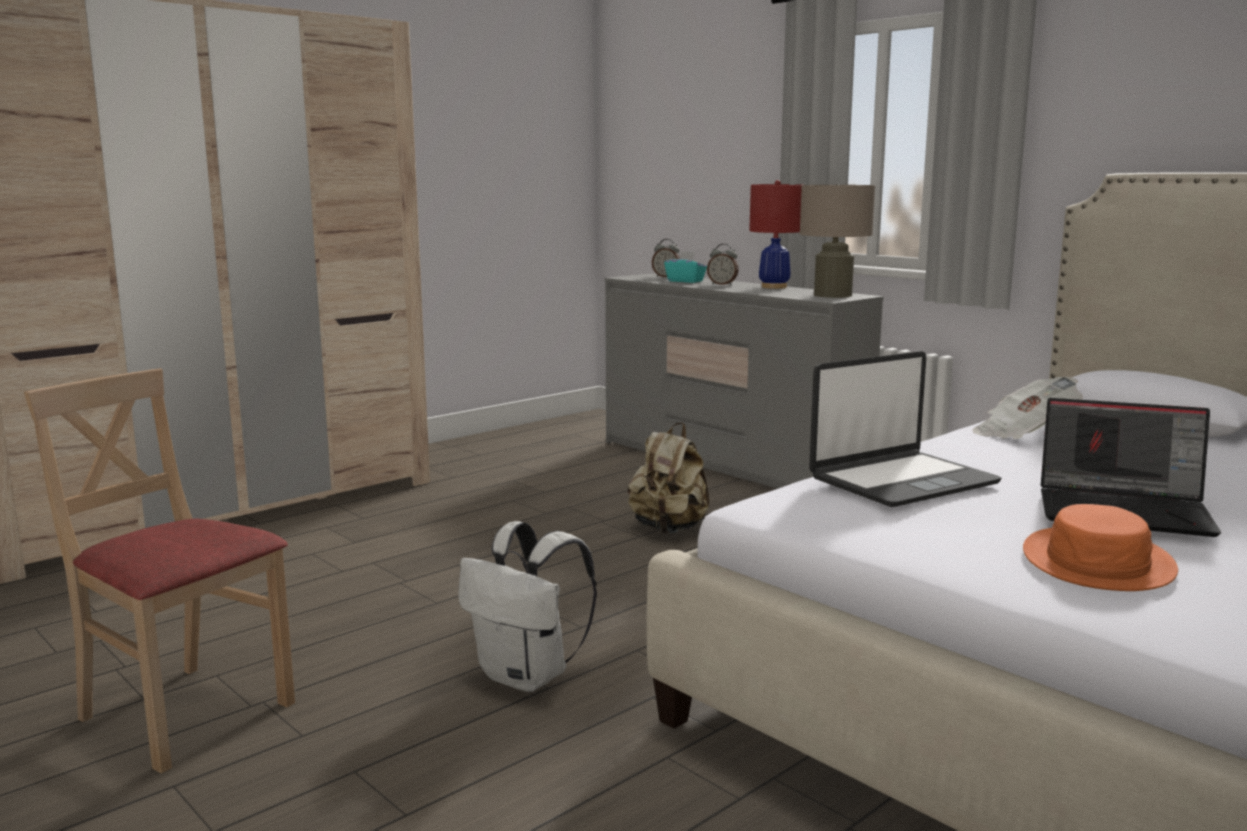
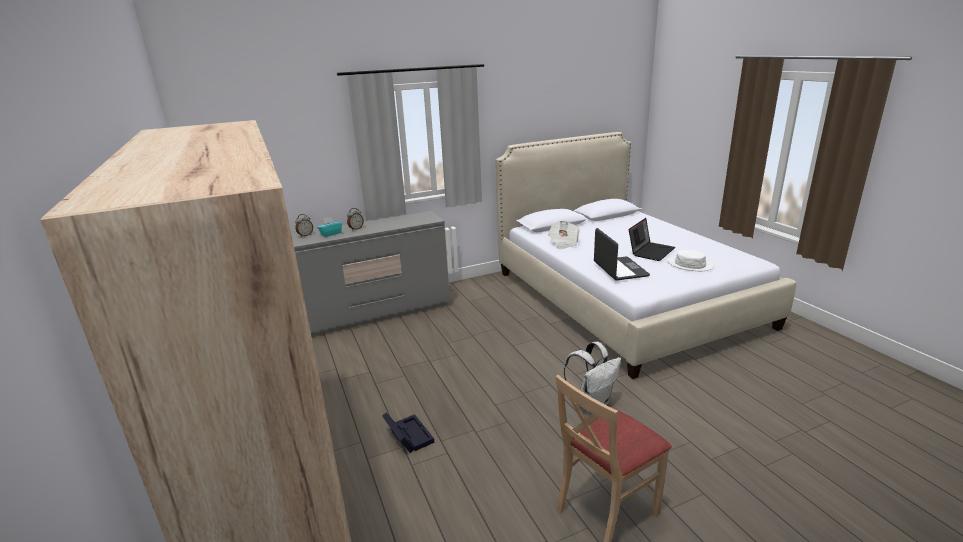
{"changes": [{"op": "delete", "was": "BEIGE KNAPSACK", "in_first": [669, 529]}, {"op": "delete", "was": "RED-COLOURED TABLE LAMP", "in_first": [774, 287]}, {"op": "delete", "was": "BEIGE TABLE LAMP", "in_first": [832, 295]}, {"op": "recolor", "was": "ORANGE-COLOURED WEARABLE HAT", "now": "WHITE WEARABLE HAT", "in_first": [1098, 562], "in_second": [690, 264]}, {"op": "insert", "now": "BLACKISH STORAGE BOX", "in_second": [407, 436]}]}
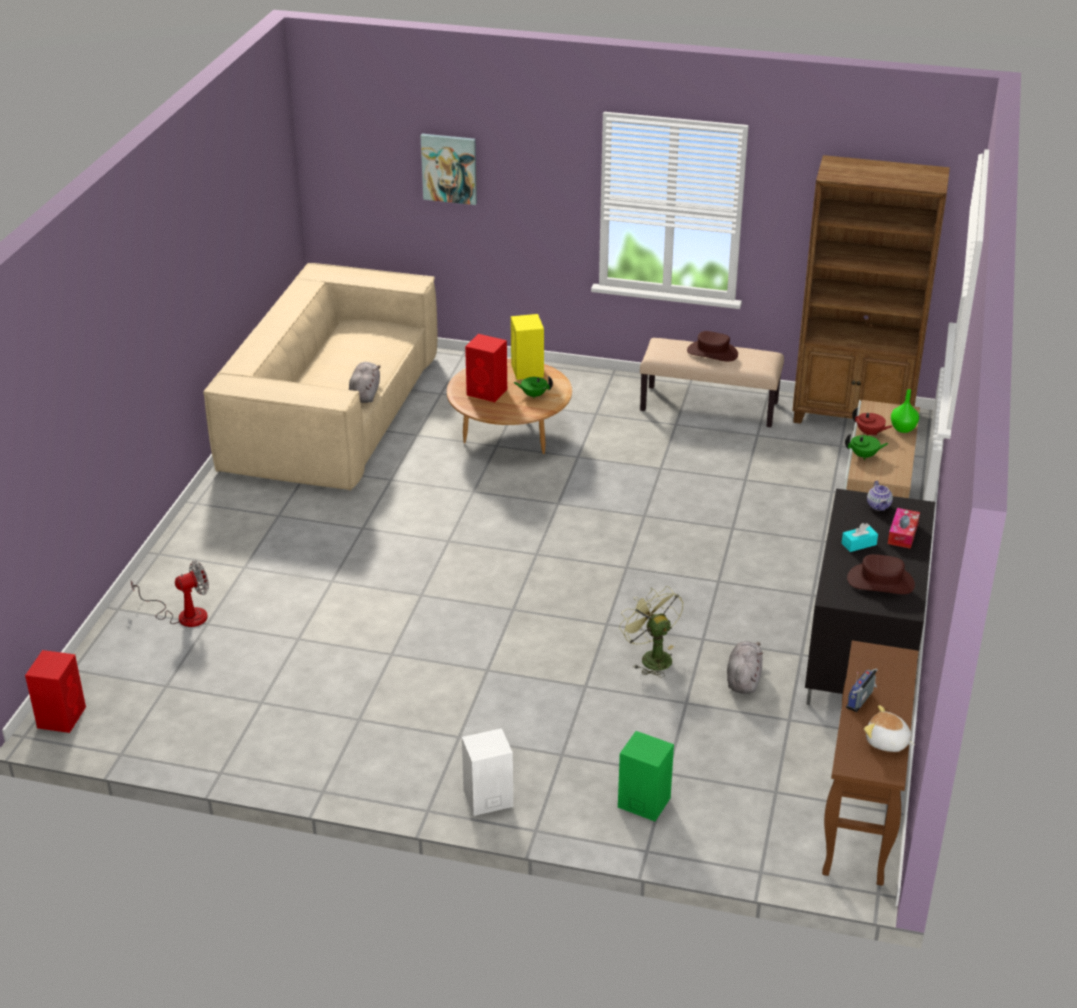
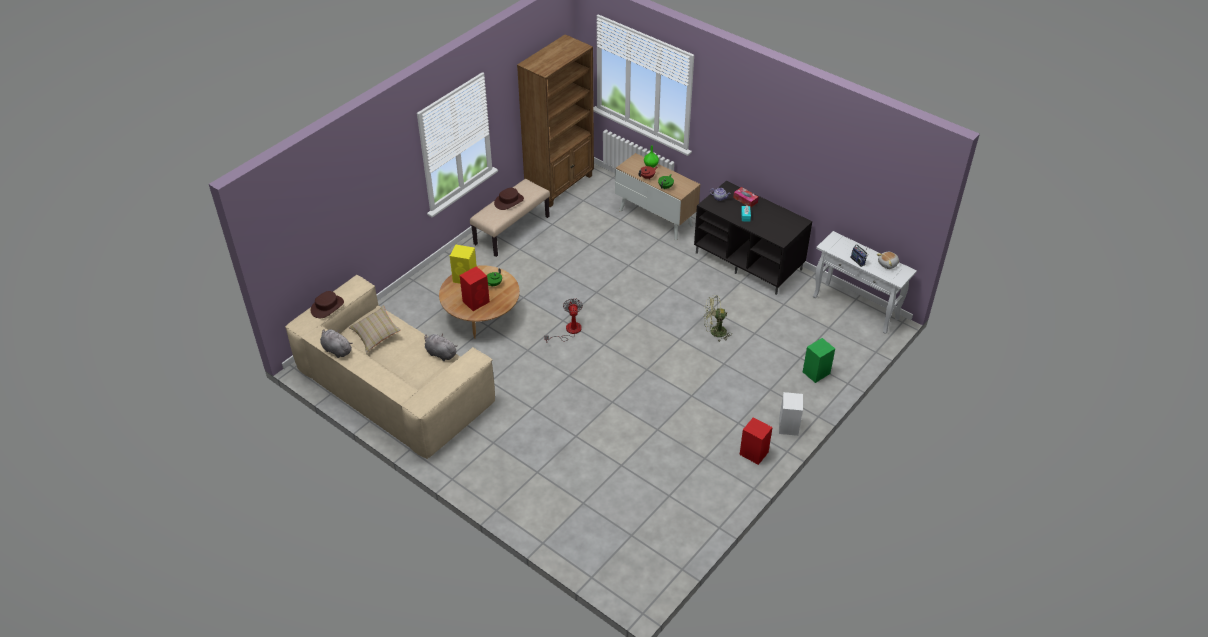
{"changes": [{"op": "move", "was": "RED-COLOURED AUDIO SPEAKER", "in_first": [62, 716], "in_second": [753, 453]}, {"op": "move", "was": "ELECTRIC FAN", "in_first": [183, 615], "in_second": [569, 331]}, {"op": "delete", "was": "WALL PICTURE", "in_first": [449, 168]}, {"op": "move", "was": "GRAY CUDDLY TOY", "in_first": [743, 679], "in_second": [336, 350]}, {"op": "recolor", "was": "BROWN-COLOURED HALL TABLE", "now": "WHITE HALL TABLE", "in_first": [861, 817], "in_second": [856, 308]}, {"op": "move", "was": "BROWN-COLOURED WEARABLE HAT", "in_first": [880, 581], "in_second": [327, 307]}, {"op": "insert", "now": "BEIGE THROW PILLOW", "in_second": [376, 334]}]}
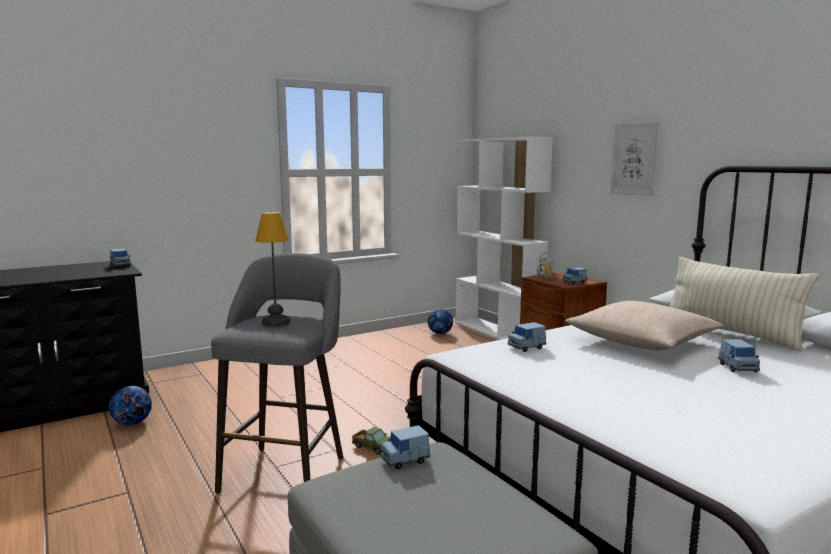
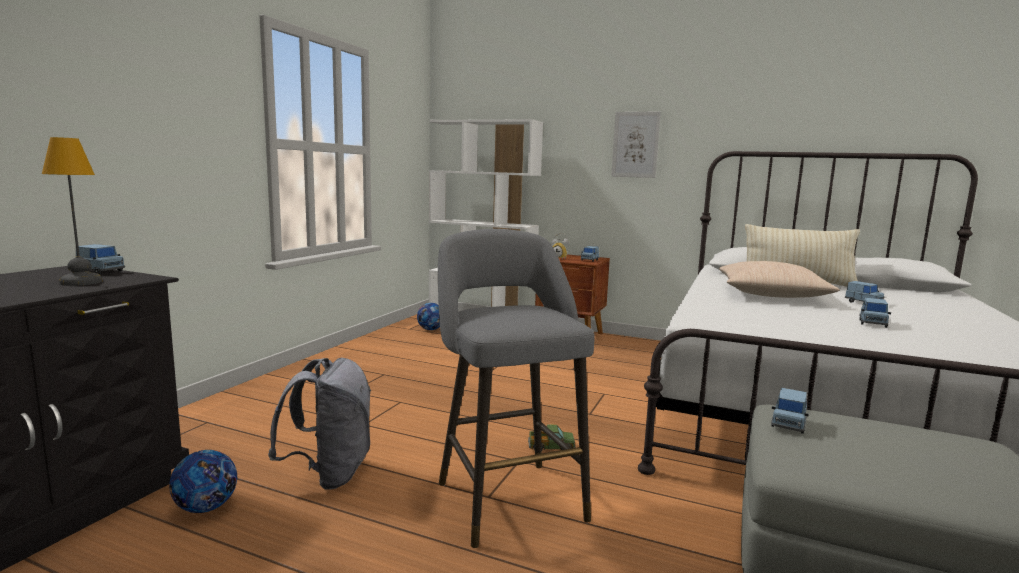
{"changes": [{"op": "move", "was": "TABLE LAMP", "in_first": [276, 322], "in_second": [82, 282]}, {"op": "move", "was": "BLUE MINIATURE CAR", "in_first": [526, 347], "in_second": [872, 323]}, {"op": "insert", "now": "GRAY KNAPSACK", "in_second": [329, 474]}]}
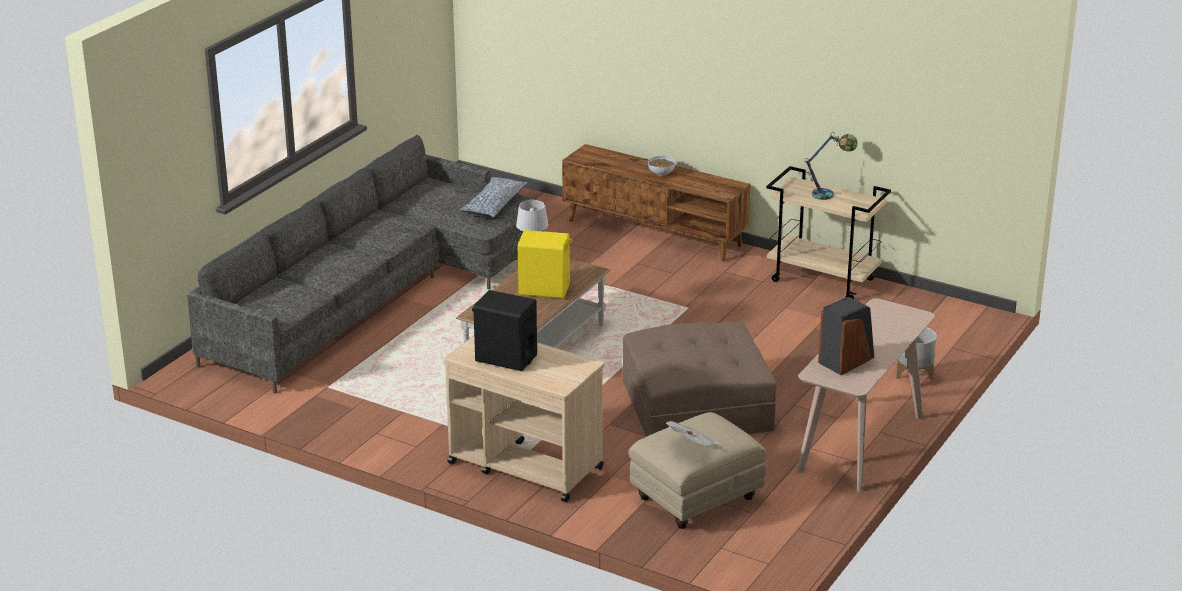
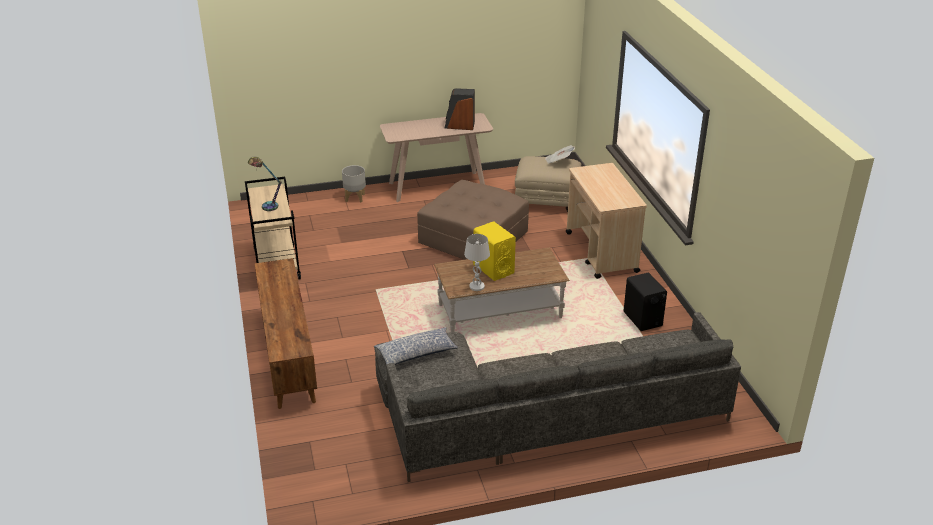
{"changes": [{"op": "move", "was": "BLACKISH AUDIO SPEAKER", "in_first": [505, 358], "in_second": [643, 319]}, {"op": "delete", "was": "BOWL", "in_first": [661, 173]}]}
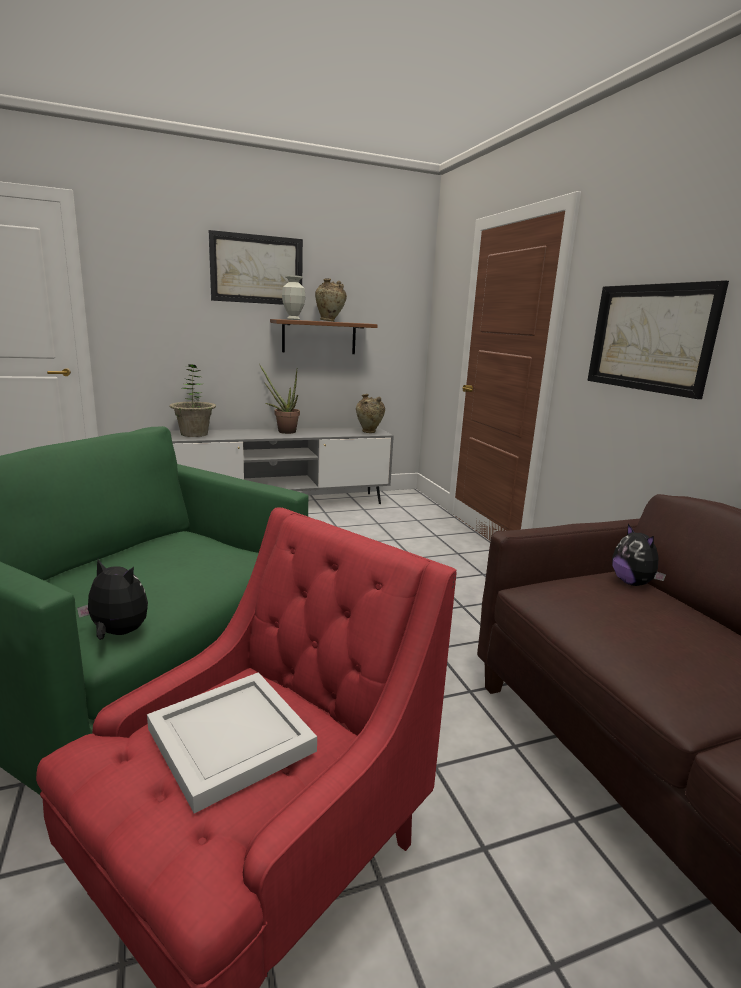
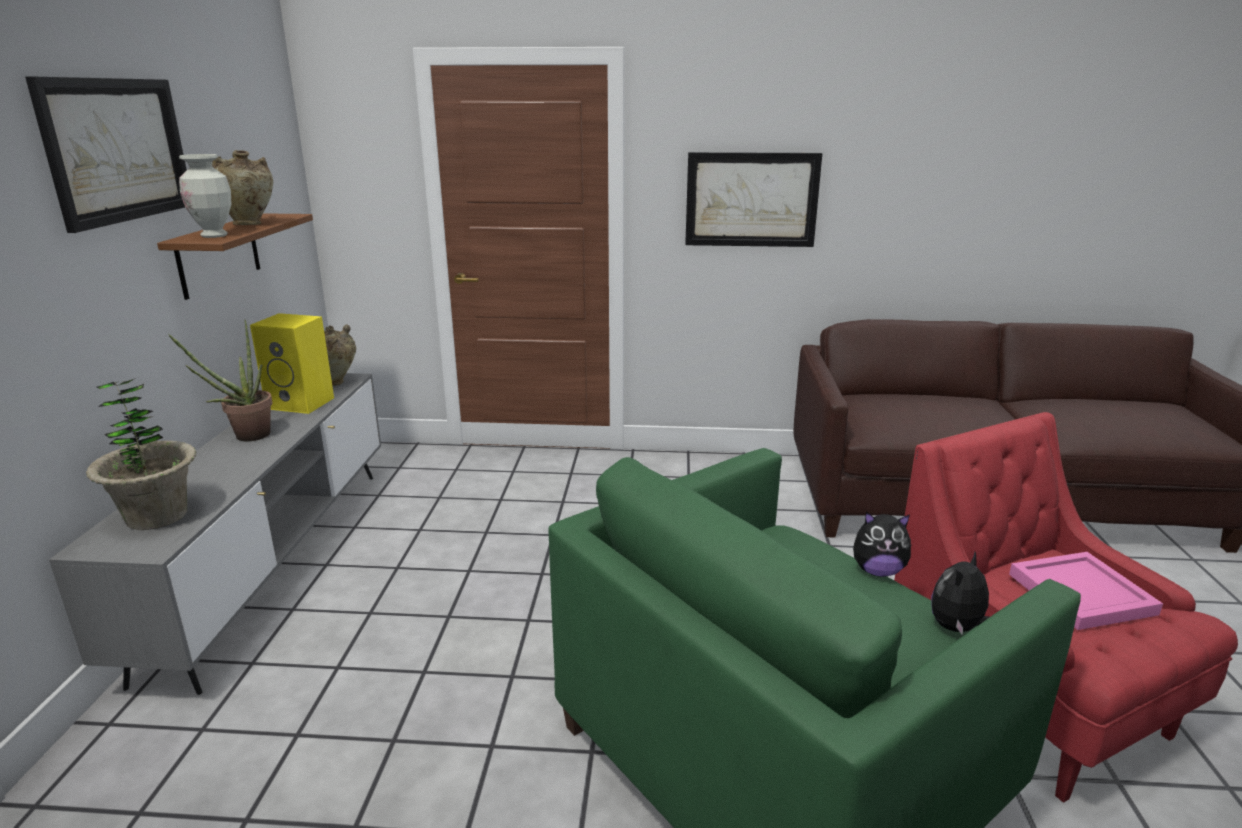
{"changes": [{"op": "recolor", "was": "WHITE SERVING TRAY", "now": "PINK SERVING TRAY", "in_first": [234, 740], "in_second": [1081, 592]}, {"op": "move", "was": "CUDDLY TOY", "in_first": [633, 583], "in_second": [877, 571]}, {"op": "insert", "now": "YELLOWISH AUDIO SPEAKER", "in_second": [302, 403]}]}
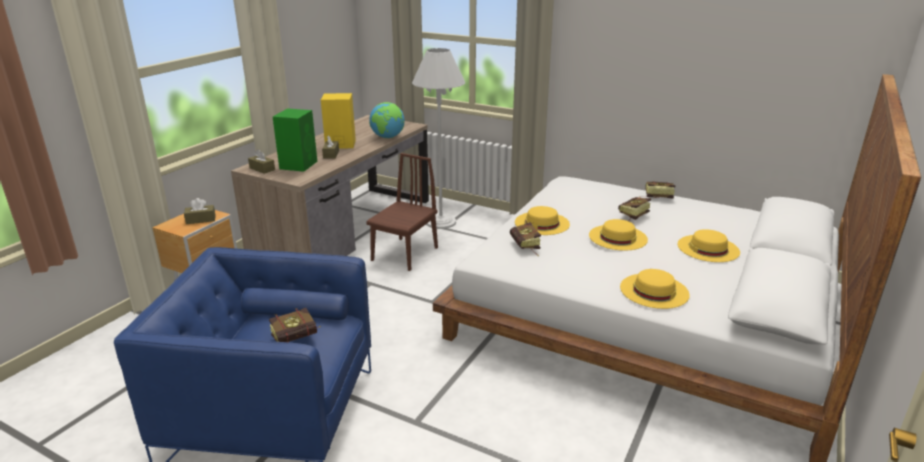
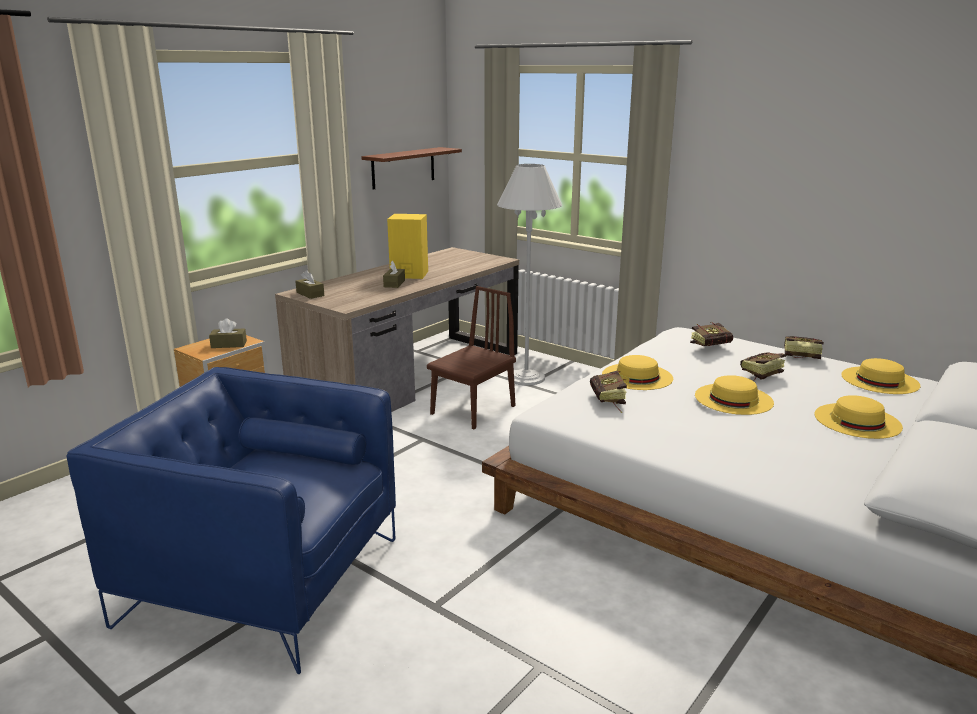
{"changes": [{"op": "move", "was": "VOLUME", "in_first": [299, 337], "in_second": [713, 346]}, {"op": "delete", "was": "GREEN AUDIO SPEAKER", "in_first": [299, 165]}, {"op": "delete", "was": "GLOBE", "in_first": [387, 137]}, {"op": "move", "was": "YELLOWISH WEARABLE HAT", "in_first": [654, 290], "in_second": [879, 380]}, {"op": "insert", "now": "BROWN-COLOURED WALL SHELF", "in_second": [403, 168]}]}
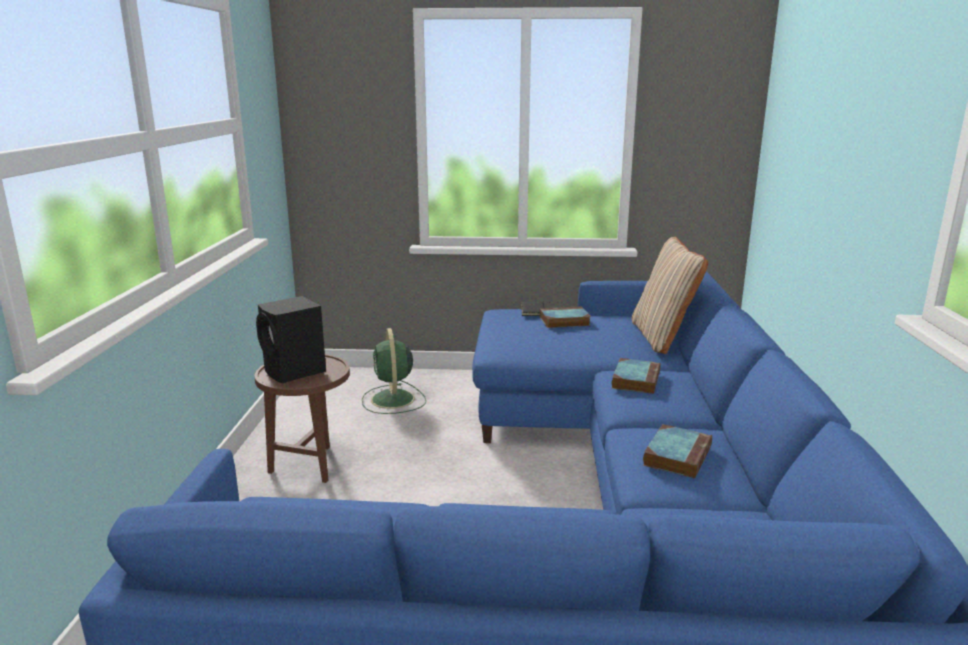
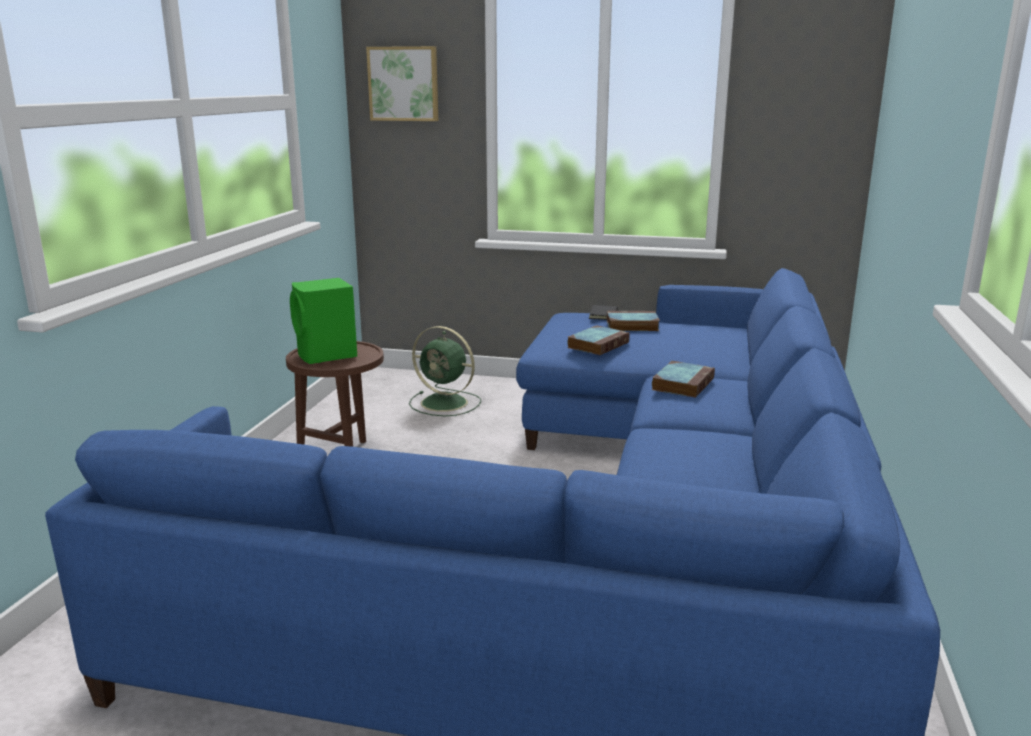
{"changes": [{"op": "recolor", "was": "BLACKISH AUDIO SPEAKER", "now": "GREEN AUDIO SPEAKER", "in_first": [295, 372], "in_second": [327, 355]}, {"op": "rotate", "was": "GREEN ELECTRIC FAN", "in_first": [393, 400], "in_second": [446, 403], "clockwise": -60}, {"op": "delete", "was": "BEIGE THROW PILLOW", "in_first": [663, 337]}, {"op": "move", "was": "VOLUME", "in_first": [677, 455], "in_second": [598, 345]}, {"op": "insert", "now": "WALL PICTURE", "in_second": [404, 84]}]}
